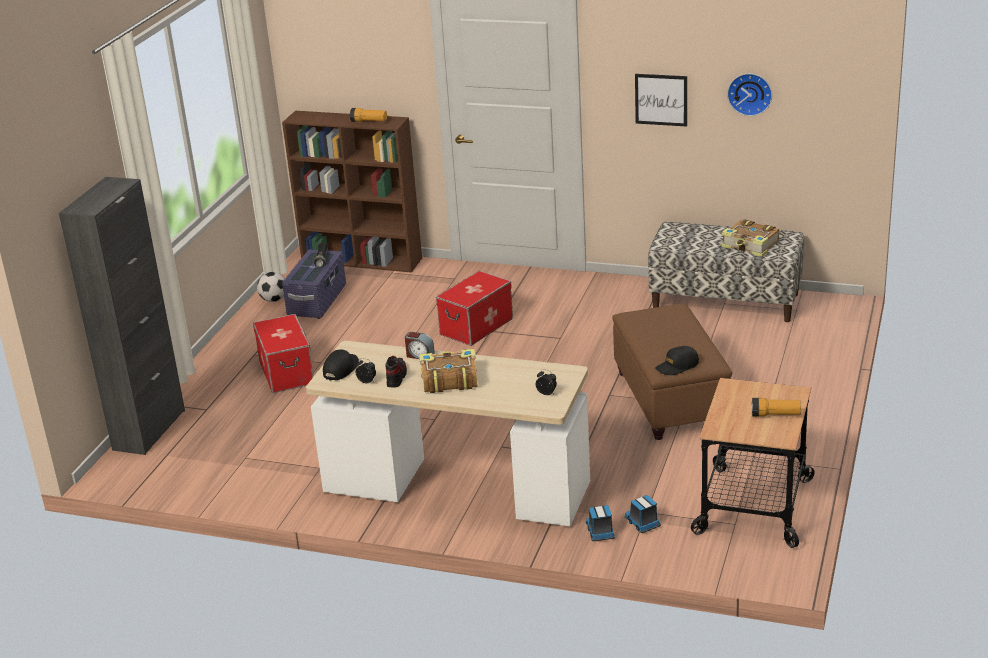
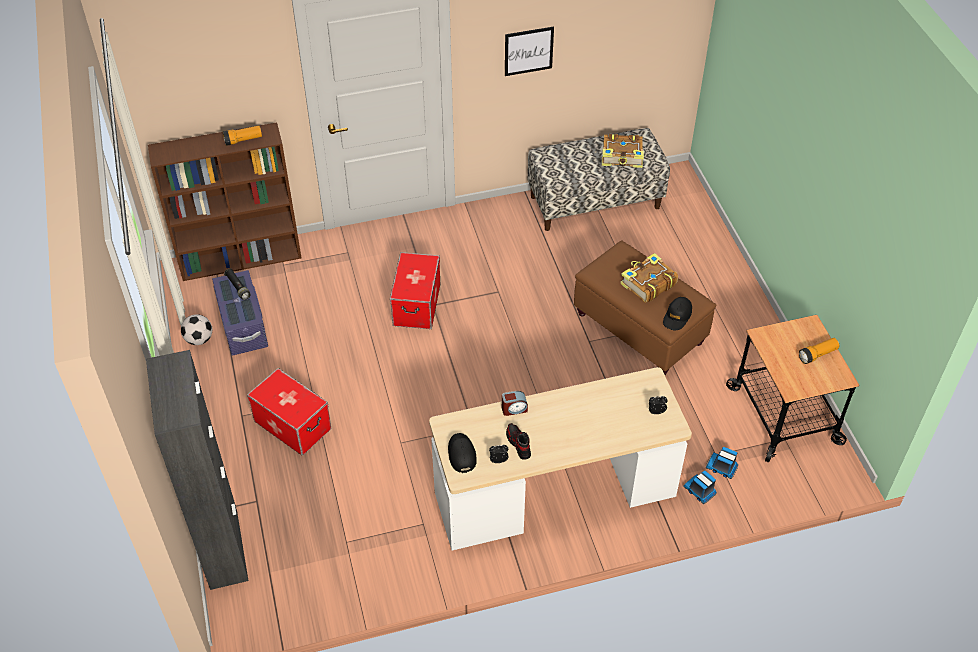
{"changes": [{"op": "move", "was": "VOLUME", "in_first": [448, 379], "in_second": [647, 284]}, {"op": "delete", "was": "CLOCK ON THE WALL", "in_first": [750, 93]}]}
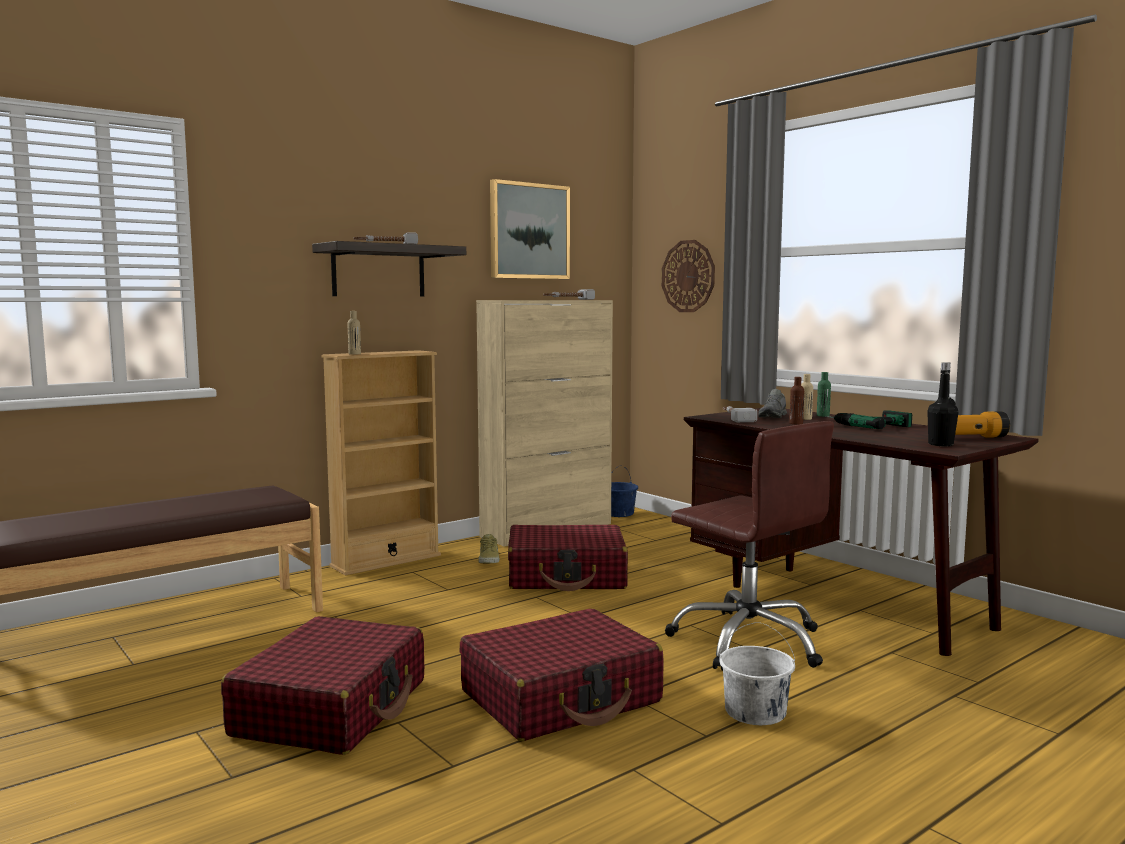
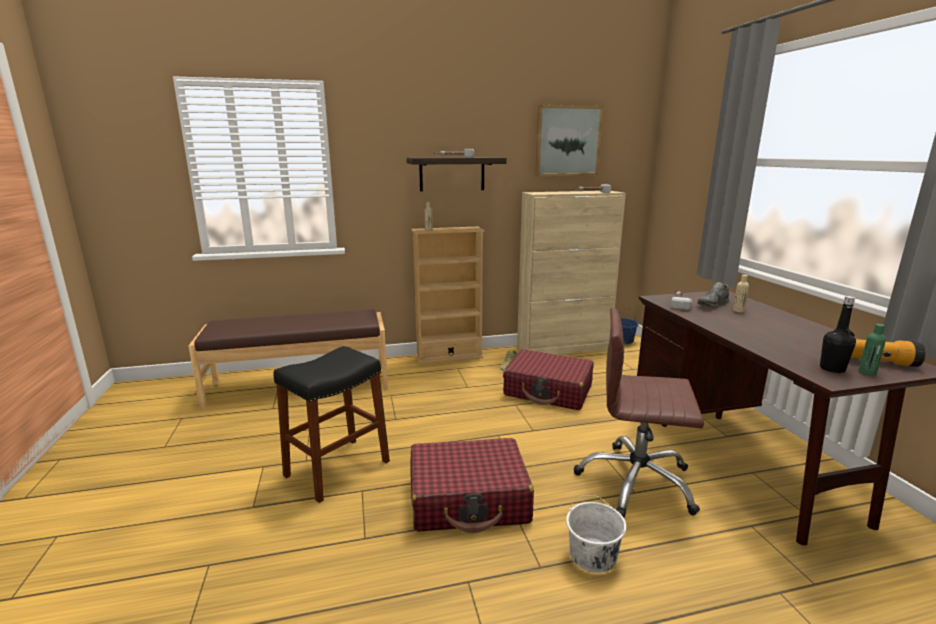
{"changes": [{"op": "replace", "was": "RED-COLOURED TRAVEL CASE", "now": "BLACKISH STOOL", "in_first": [332, 708], "in_second": [337, 468]}, {"op": "delete", "was": "CLOCK ON THE WALL", "in_first": [688, 276]}, {"op": "rotate", "was": "BROWN-COLOURED DESK CHAIR", "in_first": [748, 641], "in_second": [636, 482], "clockwise": 120}, {"op": "delete", "was": "BROWN-COLOURED BOTTLE", "in_first": [796, 423]}, {"op": "move", "was": "GREEN BOTTLE", "in_first": [823, 416], "in_second": [867, 372]}, {"op": "delete", "was": "POWER DRILL", "in_first": [865, 425]}]}
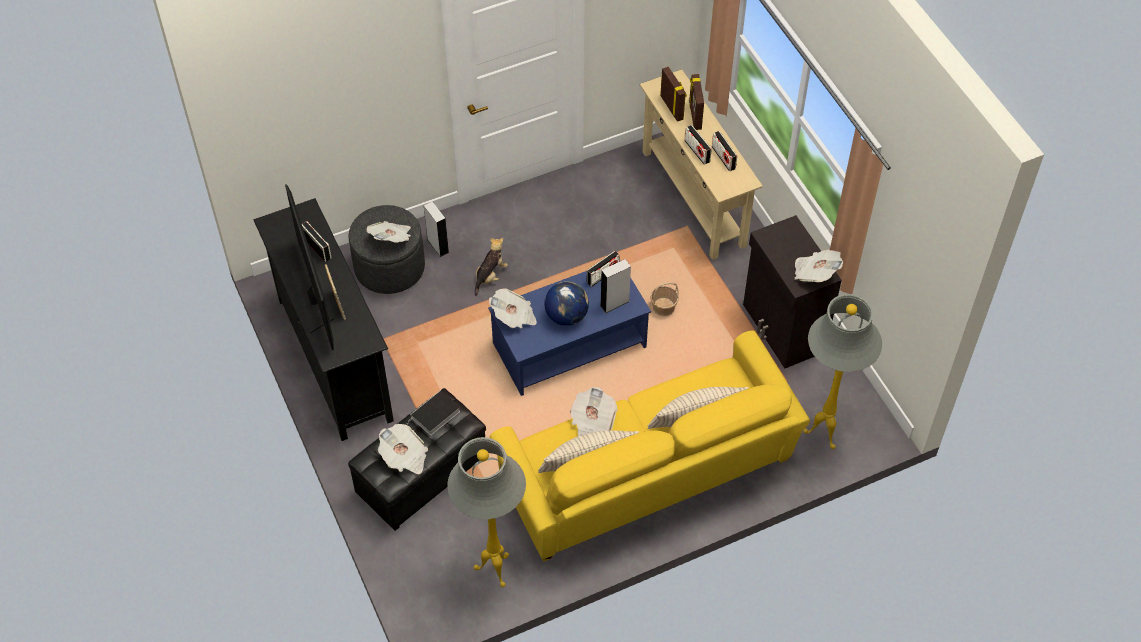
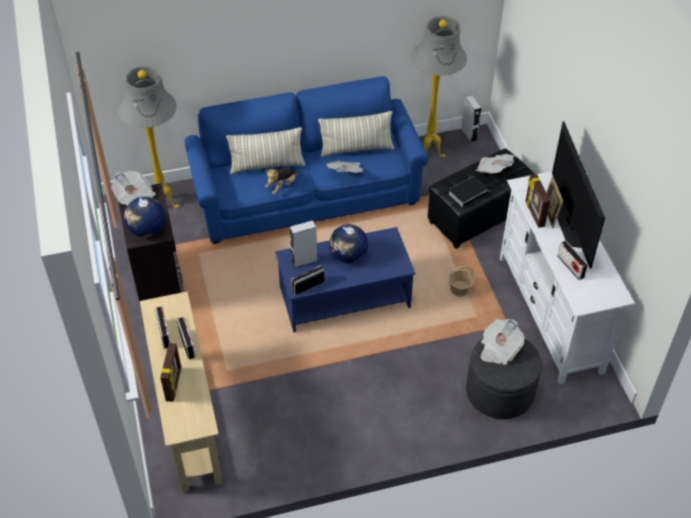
{"changes": [{"op": "recolor", "was": "BLACKISH TV UNIT", "now": "WHITE TV UNIT", "in_first": [333, 359], "in_second": [550, 314]}, {"op": "move", "was": "GRAY AUDIO SPEAKER", "in_first": [438, 246], "in_second": [469, 135]}, {"op": "move", "was": "CUDDLY TOY", "in_first": [490, 276], "in_second": [282, 186]}, {"op": "delete", "was": "DAILY PAPER", "in_first": [514, 317]}, {"op": "recolor", "was": "YELLOWISH SETTEE", "now": "BLUE SETTEE", "in_first": [649, 478], "in_second": [306, 194]}, {"op": "move", "was": "HOUSEHOLD BASKET", "in_first": [663, 307], "in_second": [460, 289]}, {"op": "move", "was": "STANDING FRAME", "in_first": [672, 107], "in_second": [534, 214]}, {"op": "insert", "now": "GLOBE", "in_second": [147, 230]}]}
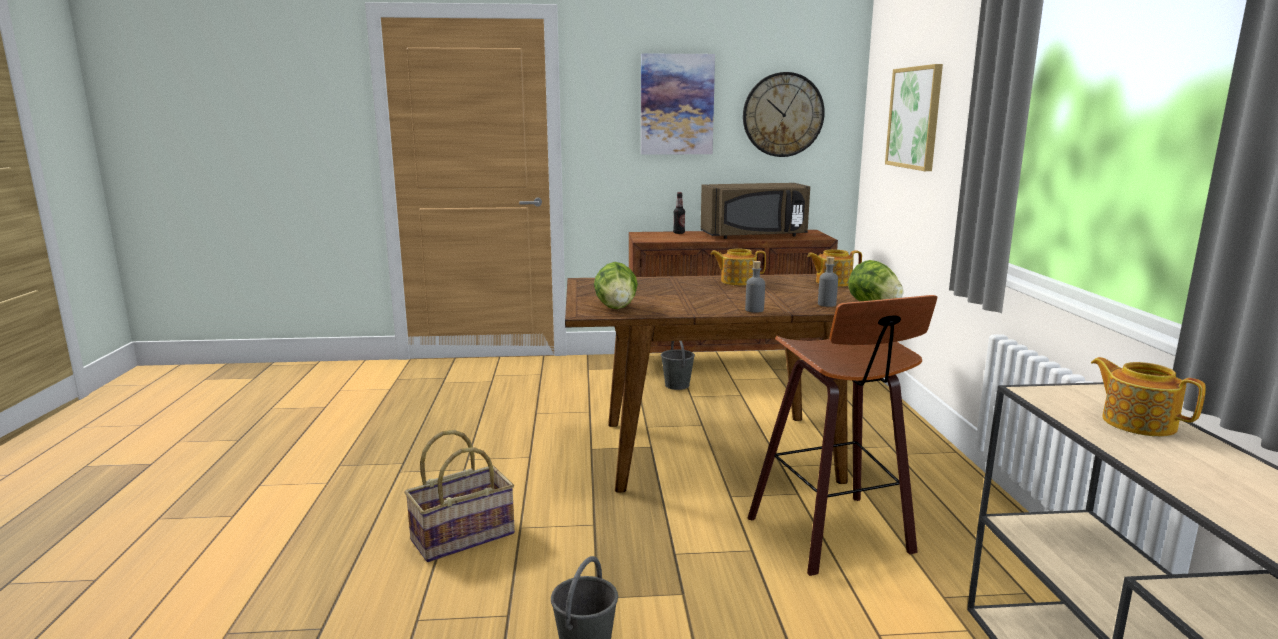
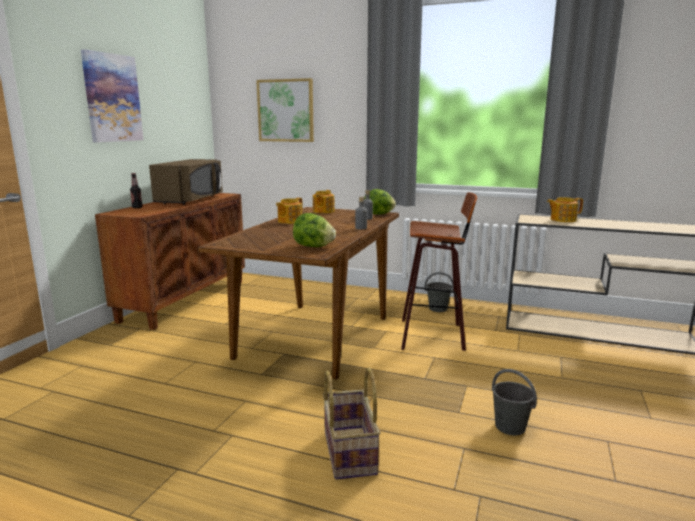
{"changes": [{"op": "move", "was": "GRAY PAIL", "in_first": [677, 385], "in_second": [438, 309]}, {"op": "delete", "was": "CLOCK ON THE WALL", "in_first": [783, 115]}]}
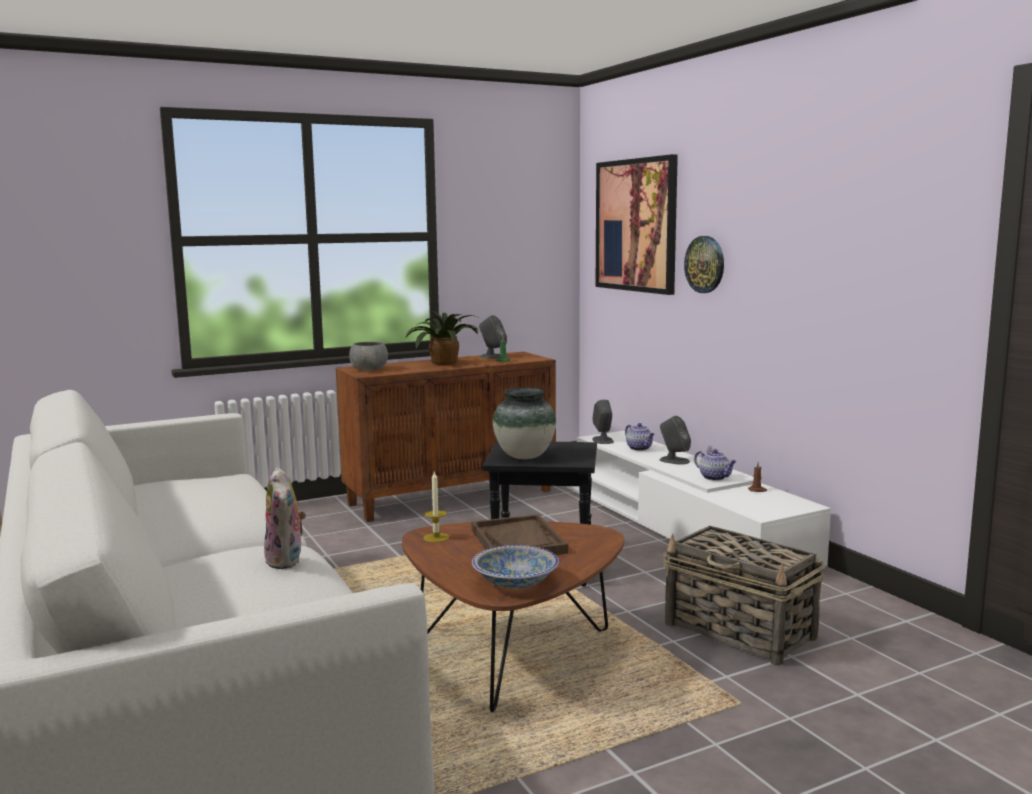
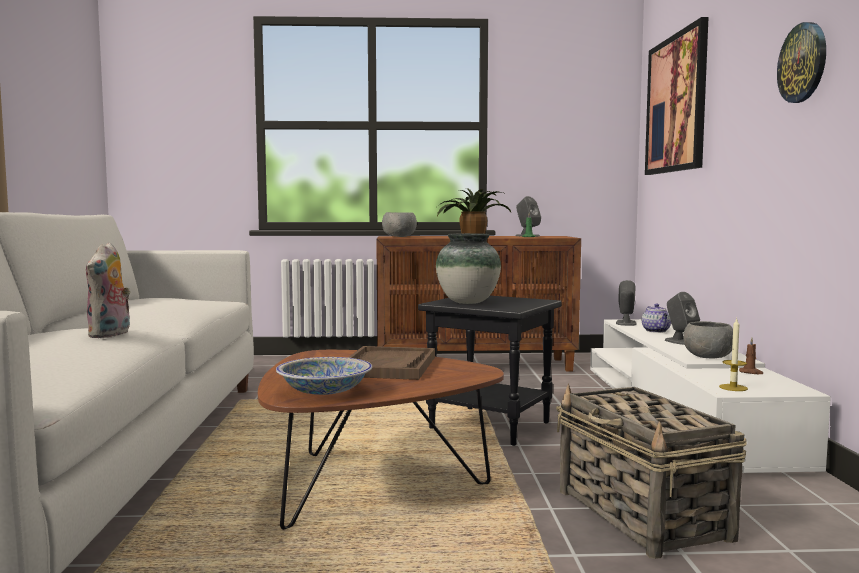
{"changes": [{"op": "move", "was": "WAX LIGHT", "in_first": [436, 537], "in_second": [733, 387]}, {"op": "move", "was": "CLOCK ON THE WALL", "in_first": [705, 264], "in_second": [803, 63]}, {"op": "replace", "was": "TEA POT", "now": "GRAY BOWL", "in_first": [715, 478], "in_second": [708, 357]}]}
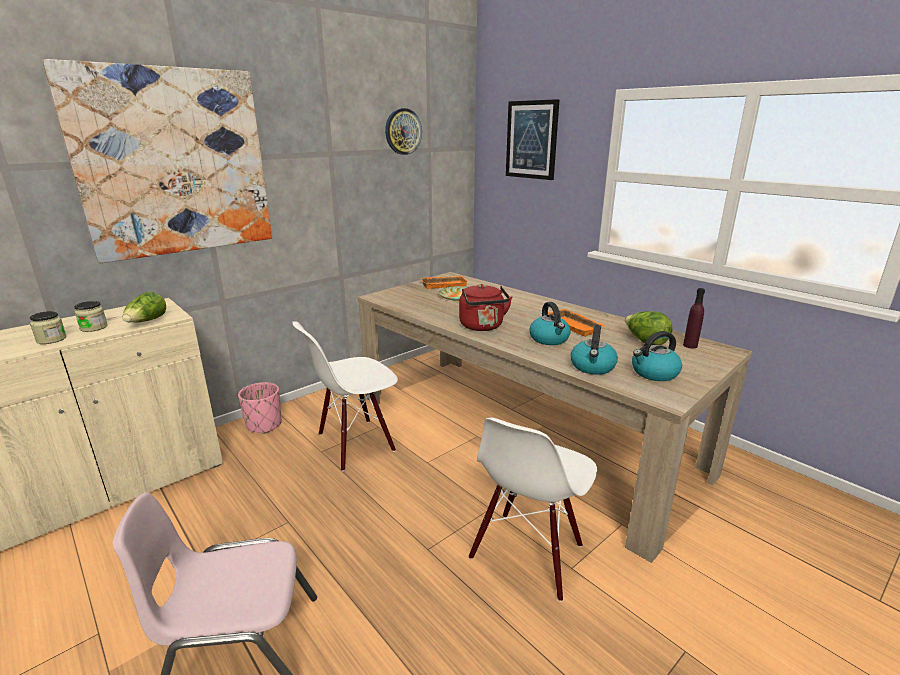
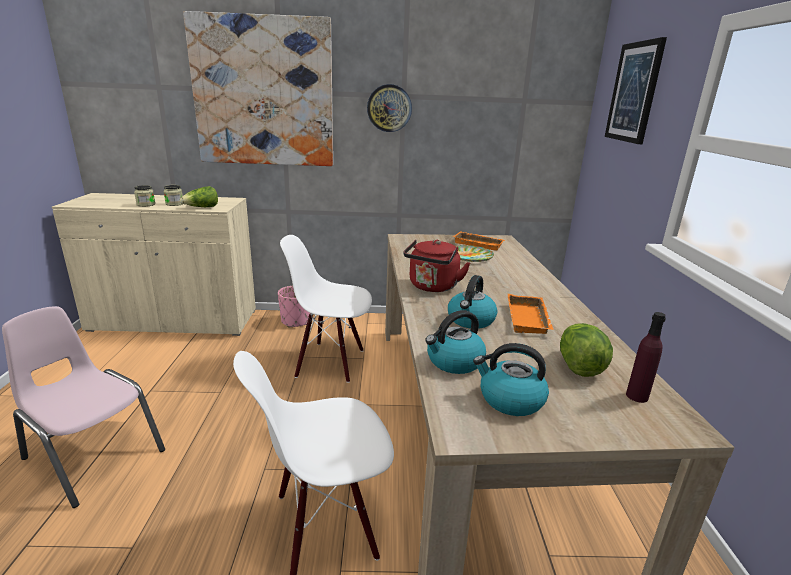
{"changes": [{"op": "move", "was": "CLOCK ON THE WALL", "in_first": [403, 131], "in_second": [389, 108]}]}
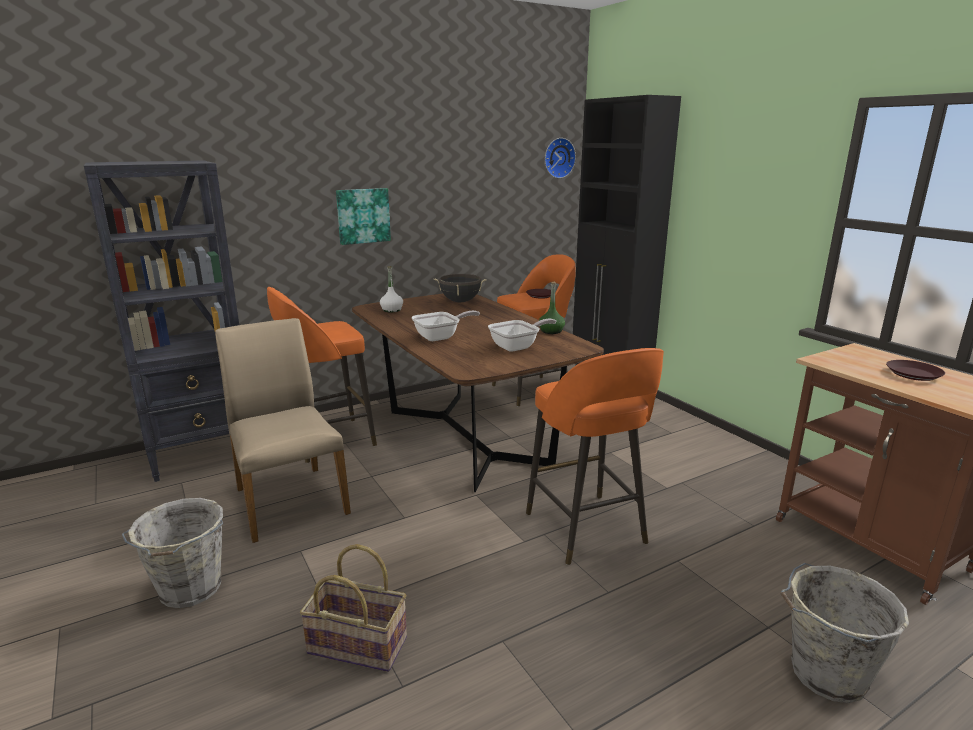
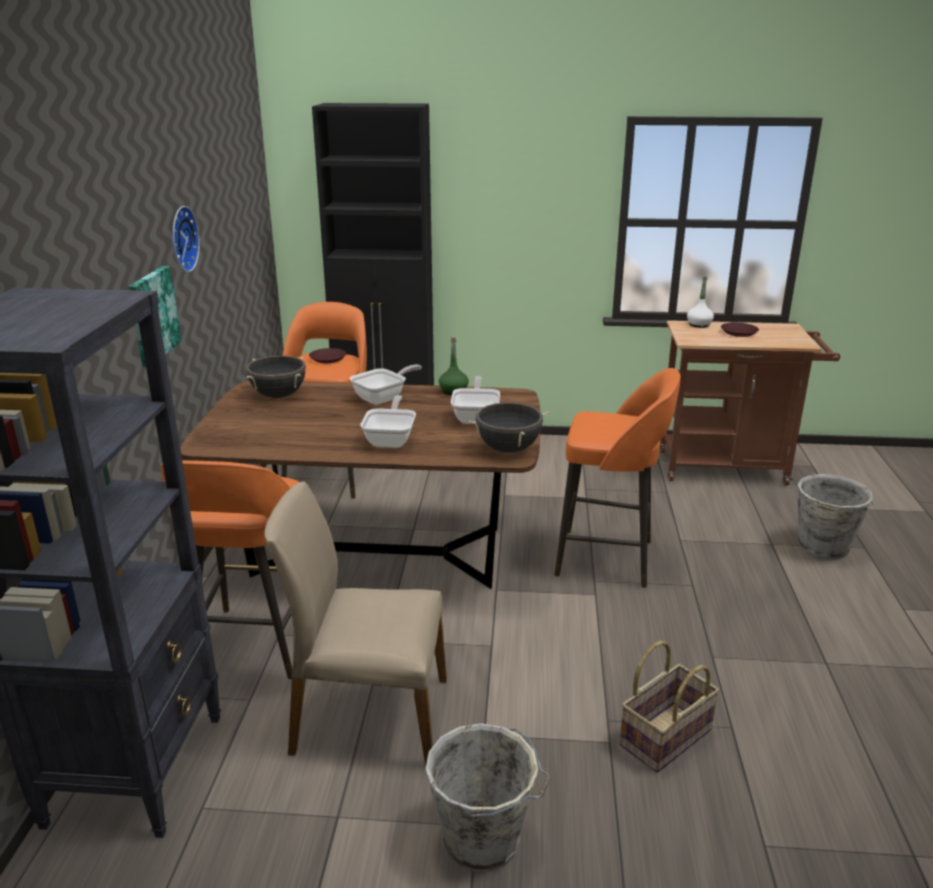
{"changes": [{"op": "move", "was": "WHITE BOTTLE", "in_first": [391, 310], "in_second": [699, 325]}, {"op": "move", "was": "CLOCK ON THE WALL", "in_first": [558, 158], "in_second": [181, 239]}, {"op": "insert", "now": "FRYING PAN", "in_second": [383, 398]}, {"op": "insert", "now": "BLACKISH STOCKPOT", "in_second": [508, 449]}]}
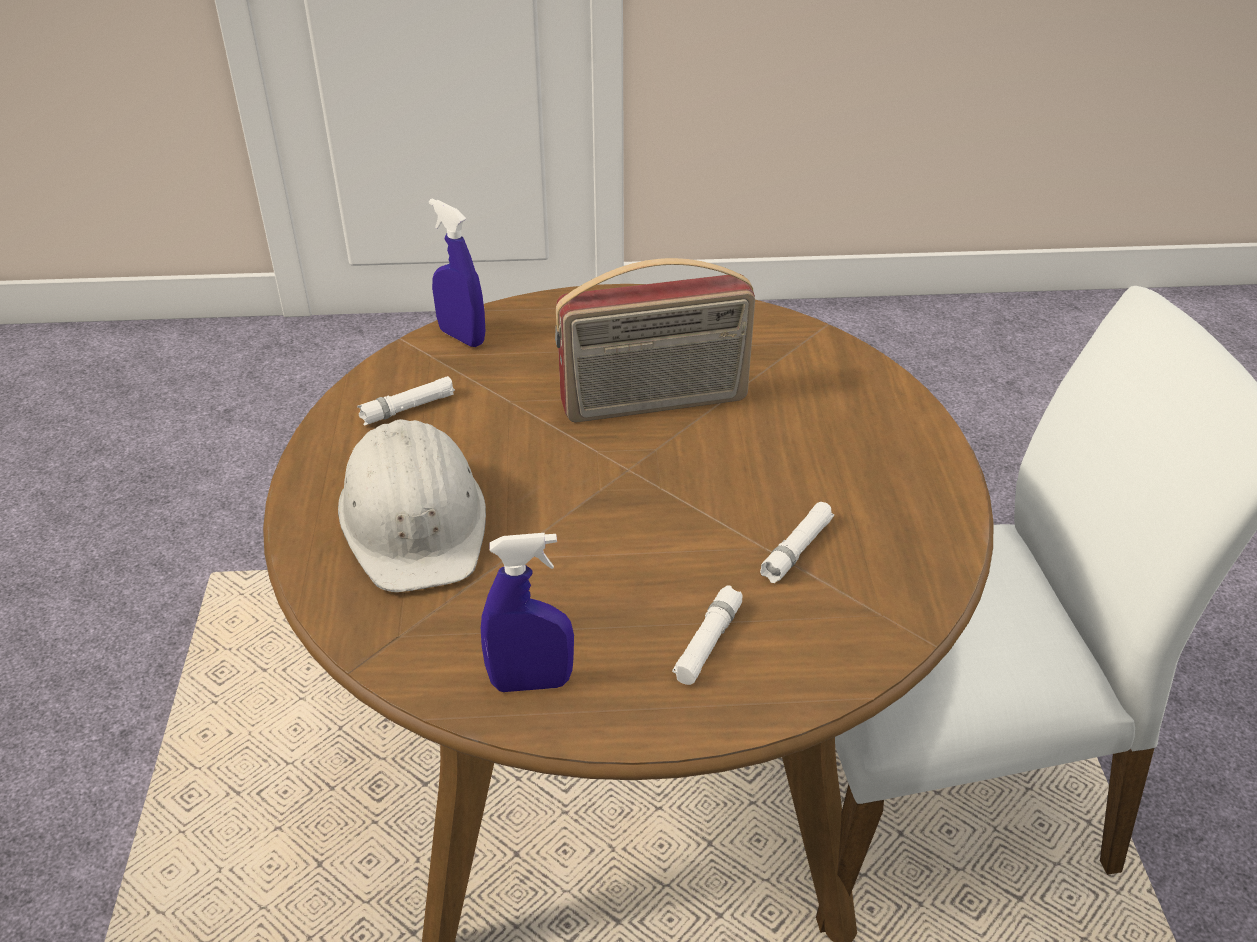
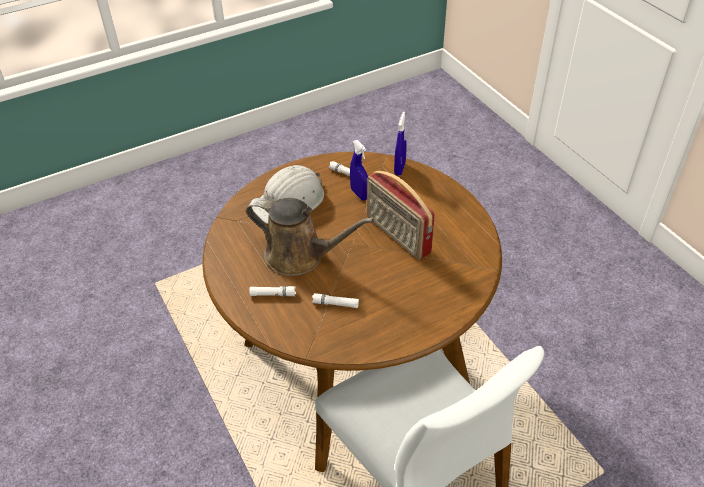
{"changes": [{"op": "move", "was": "BLUE SPRAYER", "in_first": [531, 682], "in_second": [359, 194]}, {"op": "insert", "now": "BROWN-COLOURED SPRINKLING CAN", "in_second": [300, 256]}]}
